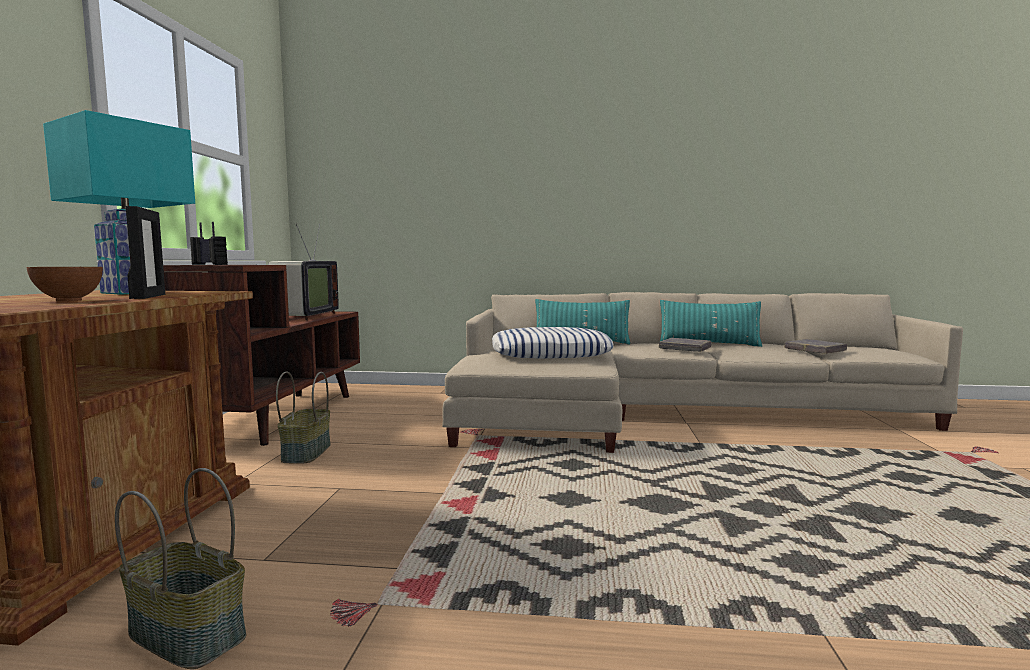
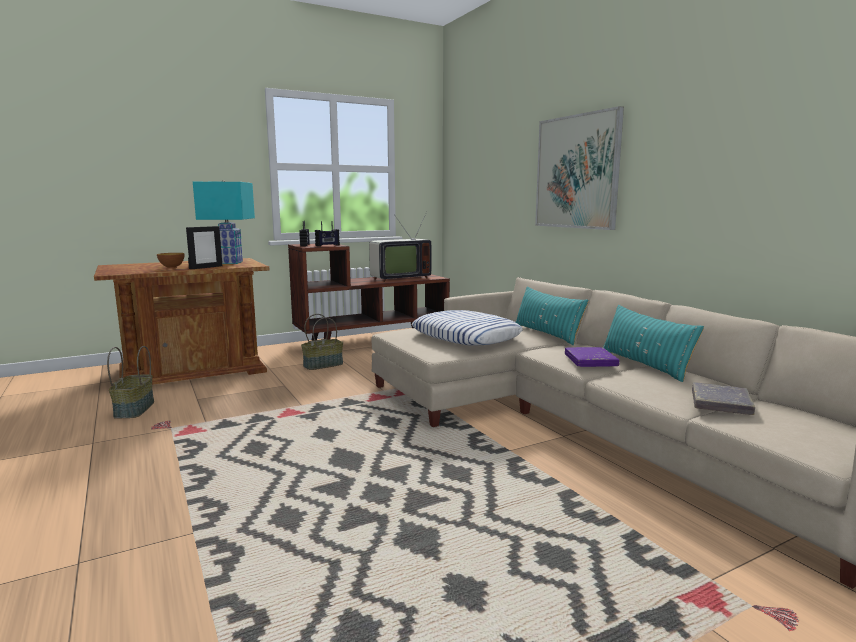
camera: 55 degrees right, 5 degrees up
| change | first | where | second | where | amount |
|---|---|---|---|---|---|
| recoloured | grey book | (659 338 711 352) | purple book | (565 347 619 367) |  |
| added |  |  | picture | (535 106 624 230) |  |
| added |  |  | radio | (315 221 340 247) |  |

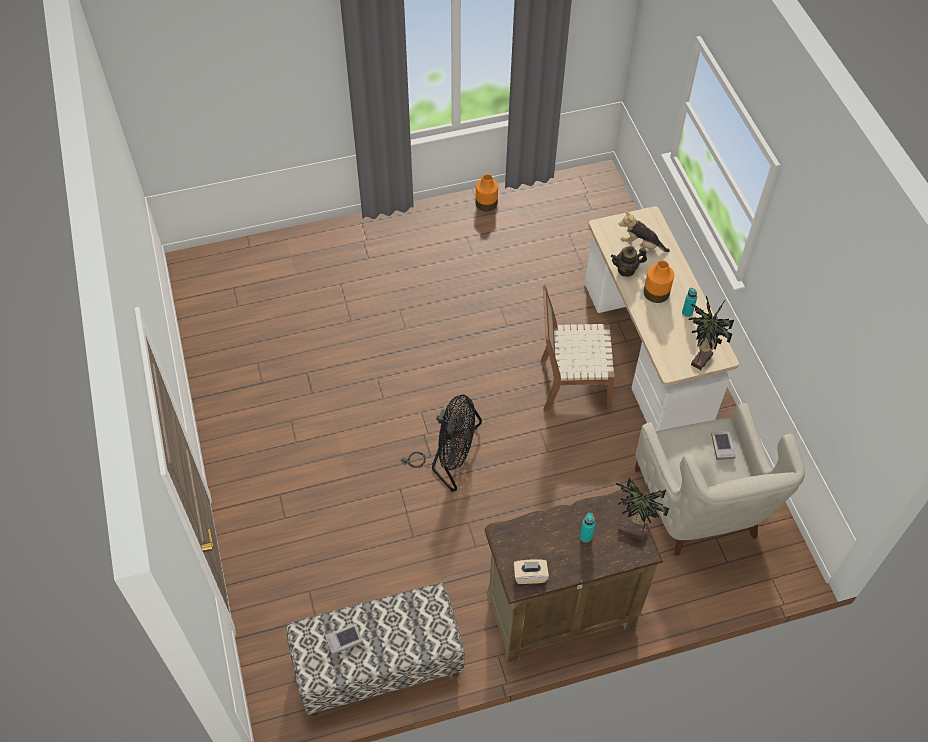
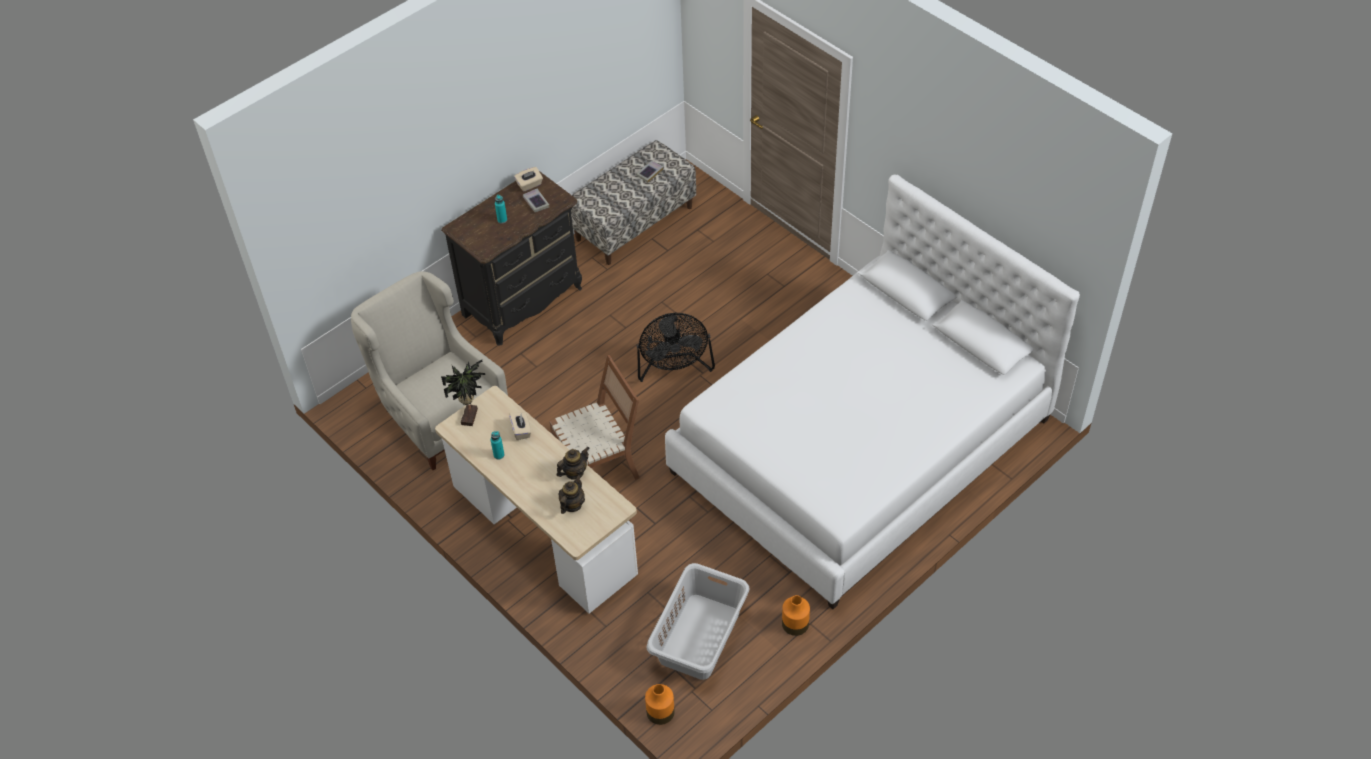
camera: 155 degrees right, 5 degrees down
| change | first | where | second | where | amount |
|---|---|---|---|---|---|
| replaced | plush toy | (619 211 670 252) | teapot | (558 475 585 514) |  |
| moved | orange vase | (643 260 674 303) |  | (645 684 675 725) |  |
| turned | black fan | (400 395 482 493) |  | (636 313 715 382) | 90 degrees counterclockwise |
| moved | book | (711 432 736 460) |  | (523 189 549 212) |  |
| removed | potted plant | (616 477 669 541) |  |  |  |
| recoloured | beige dresser | (485 490 663 663) | black dresser | (441 171 582 346) |  |
| added |  |  | white bed | (665 174 1080 609) |  |
| added |  |  | beige tissue box | (509 412 531 440) |  |
| added |  |  | grey laundry basket | (646 563 750 680) |  |

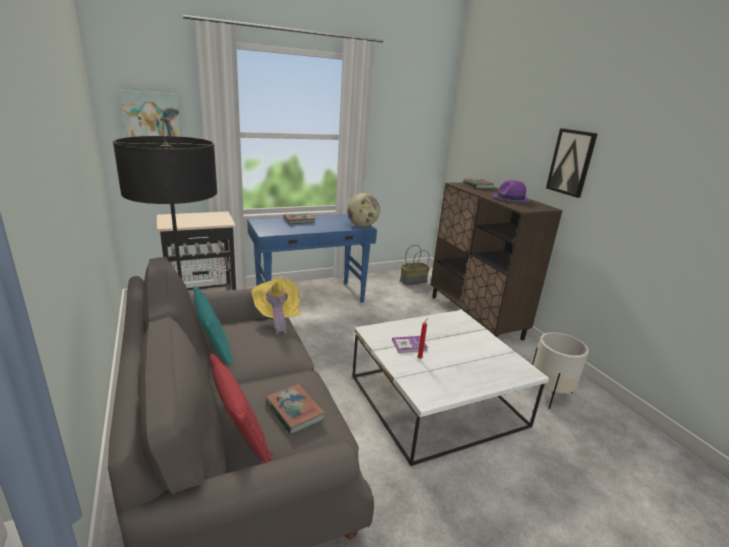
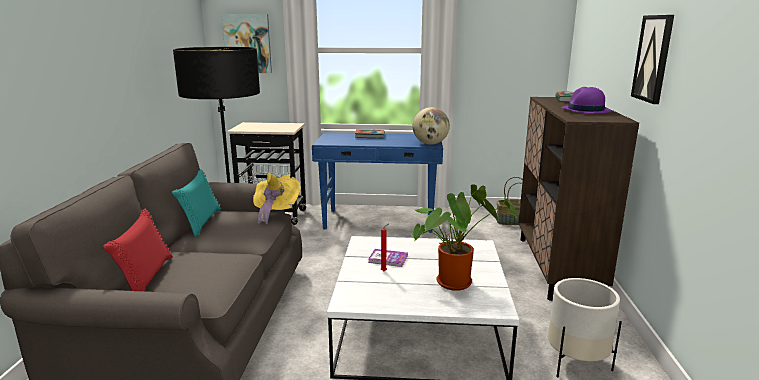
camera: 30 degrees right, 5 degrees down
| change | first | where | second | where | amount |
|---|---|---|---|---|---|
| removed | book | (265 384 326 435) |  |  |  |
| added |  |  | potted plant | (409 184 517 291) |  |

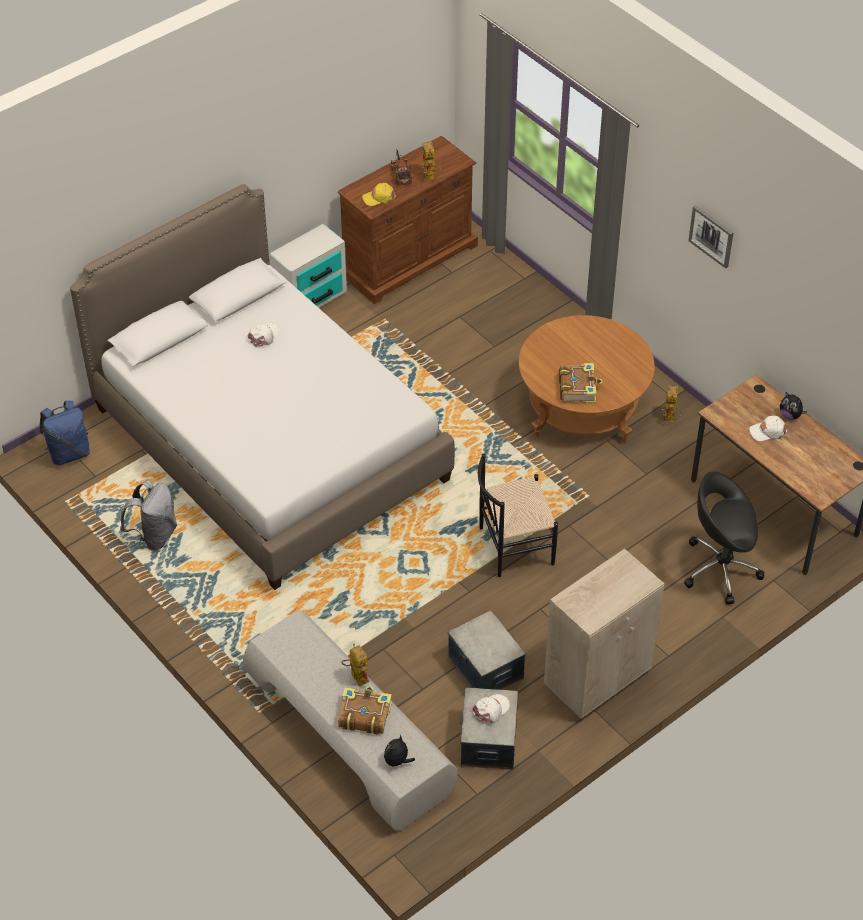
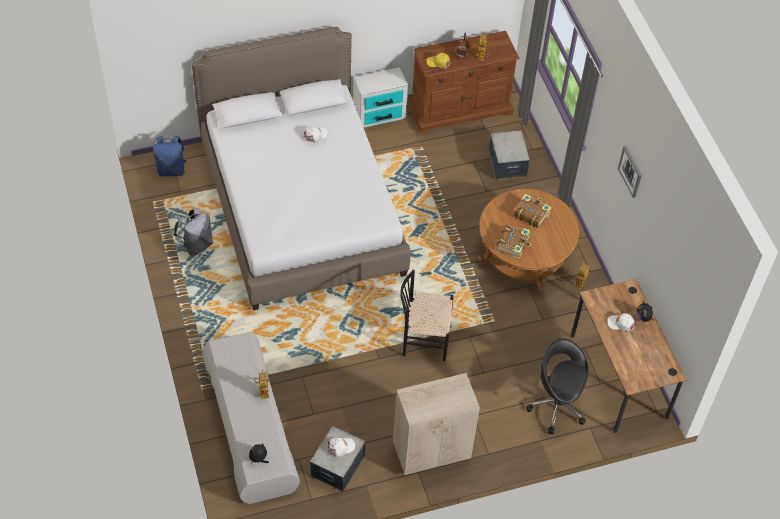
camera: 20 degrees right, 5 degrees up
| change | first | where | second | where | amount |
|---|---|---|---|---|---|
| moved | storage box | (448 611 526 690) |  | (489 130 530 181) |  |
| moved | book | (338 686 392 735) |  | (513 194 552 228) |  |

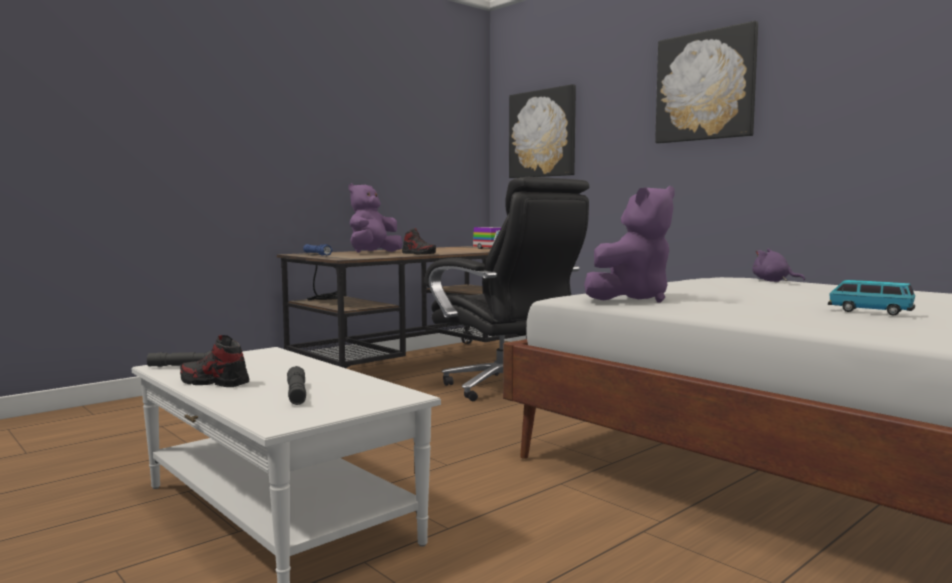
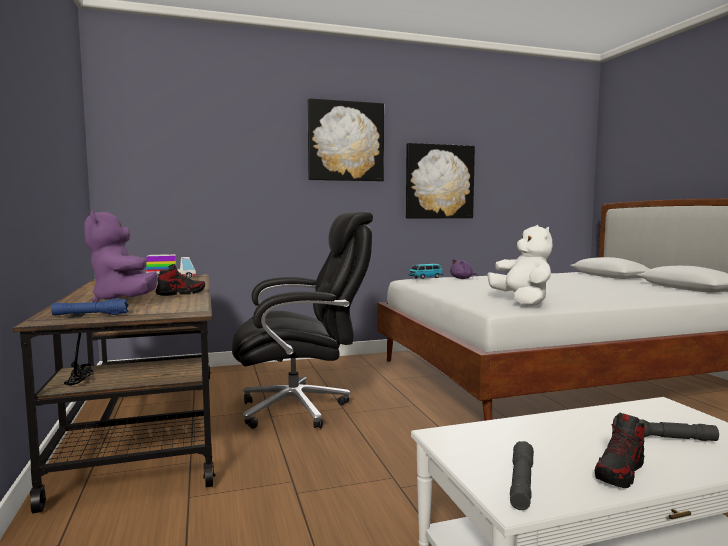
camera: 65 degrees left, 0 degrees up
| change | first | where | second | where | amount |
|---|---|---|---|---|---|
| moved | picture | (509 84 576 178) |  | (406 143 475 218) |  |
| recoloured | purple plush toy | (584 186 675 303) | white plush toy | (487 225 553 306) |  |
| moved | toy car | (828 280 915 315) |  | (408 264 443 279) |  |

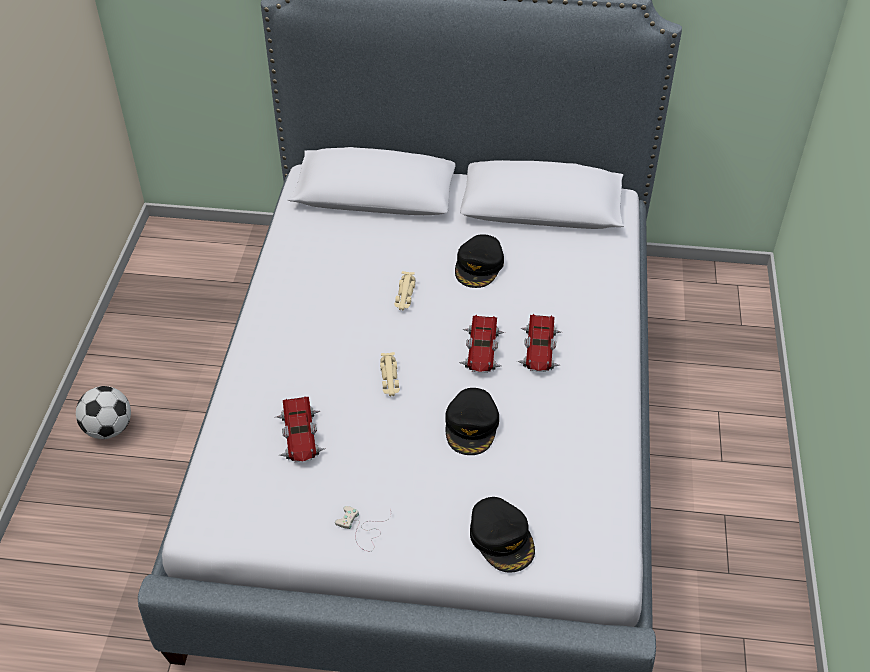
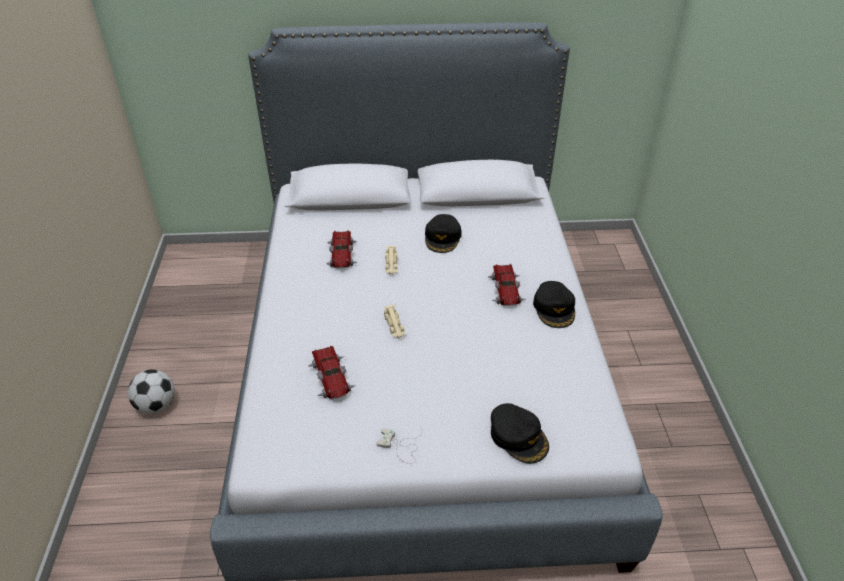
camera: 10 degrees left, 5 degrees down
| change | first | where | second | where | amount |
|---|---|---|---|---|---|
| moved | toy car | (459 315 505 373) |  | (326 230 357 269) |  |
| moved | black cap | (445 388 499 455) |  | (533 281 575 328) |  |

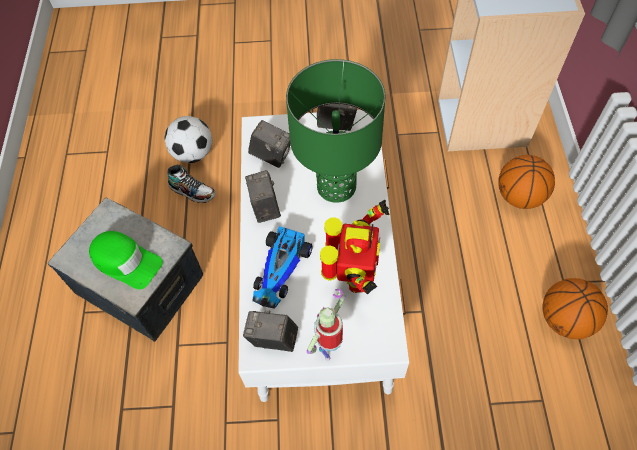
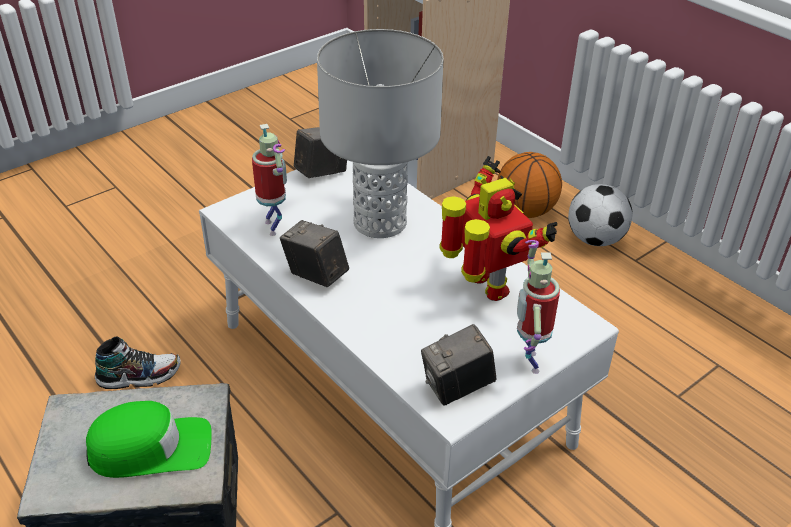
camera: 40 degrees left, 20 degrees down
| change | first | where | second | where | amount |
|---|---|---|---|---|---|
| recoloured | green table lamp | (286 59 386 203) | white table lamp | (317 29 444 238) |  |
| moved | football | (164 116 212 163) |  | (568 184 633 246) |  |
| replaced | photo camera | (248 120 291 168) | toy robot | (252 124 287 236) |  |
| removed | toy car | (252 226 313 309) |  |  |  |
| removed | basketball | (542 278 608 339) |  |  |  |

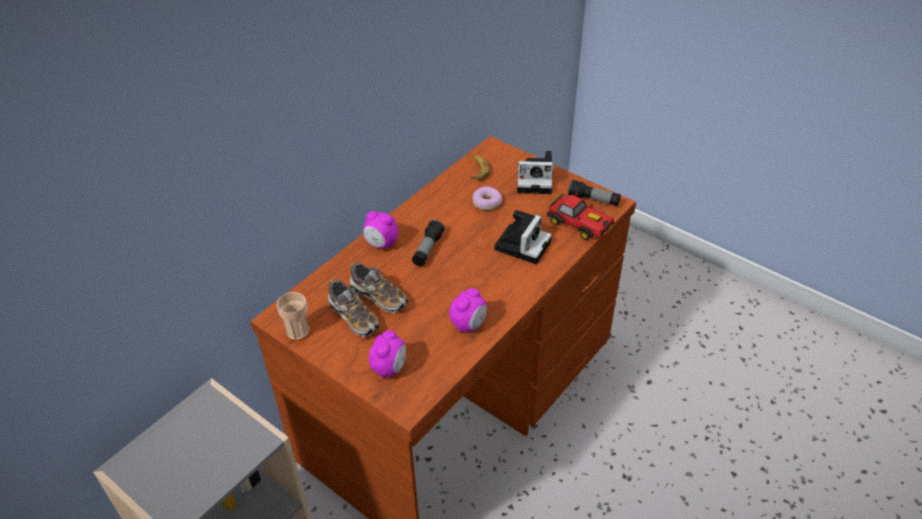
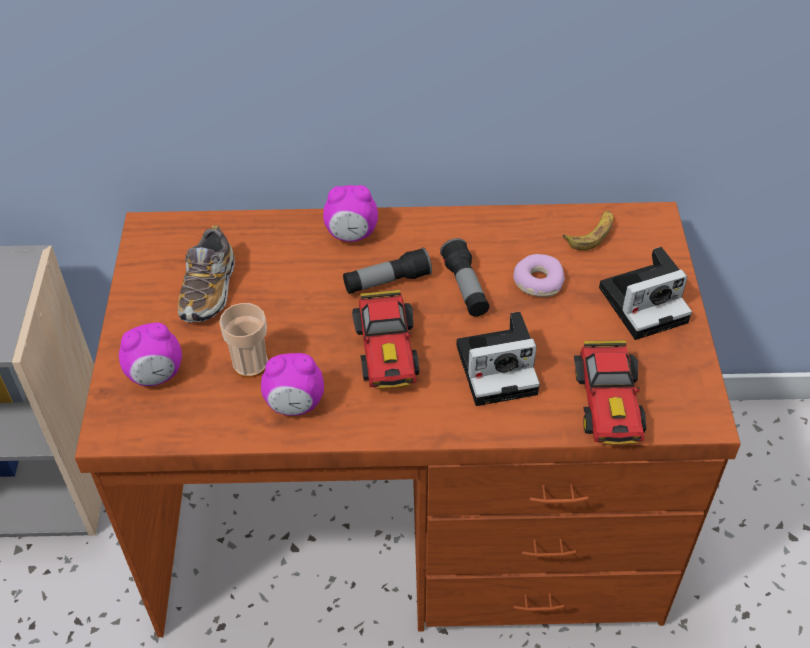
camera: 50 degrees right, 5 degrees up
| change | first | where | second | where | amount |
|---|---|---|---|---|---|
| turned | photo camera | (517 151 553 194) |  | (599 247 692 340) | 75 degrees counterclockwise |
| moved | flashlight | (568 180 621 206) |  | (440 238 490 317) |  |
| turned | alarm clock | (363 211 398 248) |  | (323 185 378 242) | 75 degrees counterclockwise |
| removed | shoe | (350 263 408 313) |  |  |  |
| moved | cup | (277 292 310 341) |  | (219 303 268 378) |  |
| added |  |  | toy car | (352 290 420 389) |  |

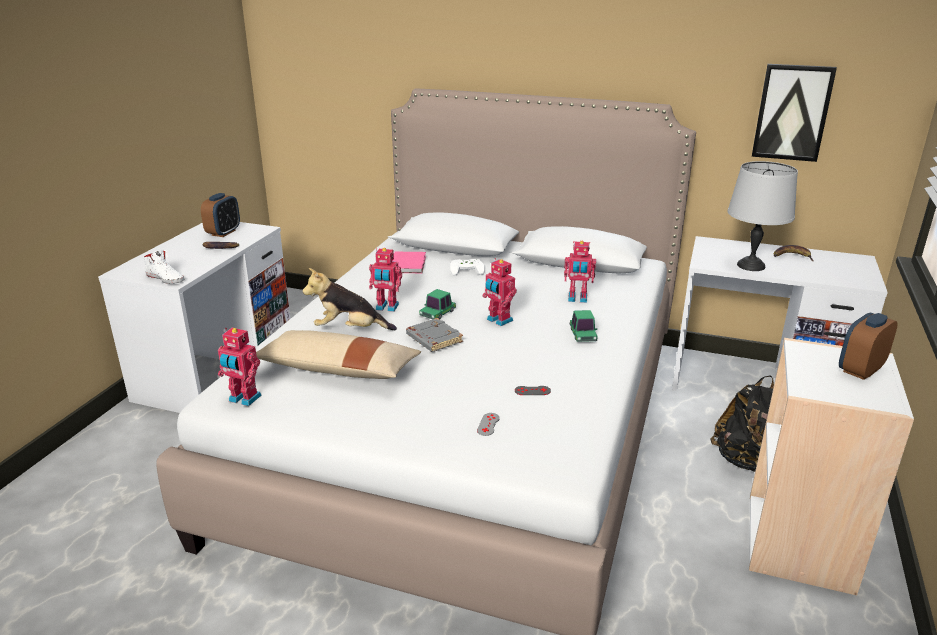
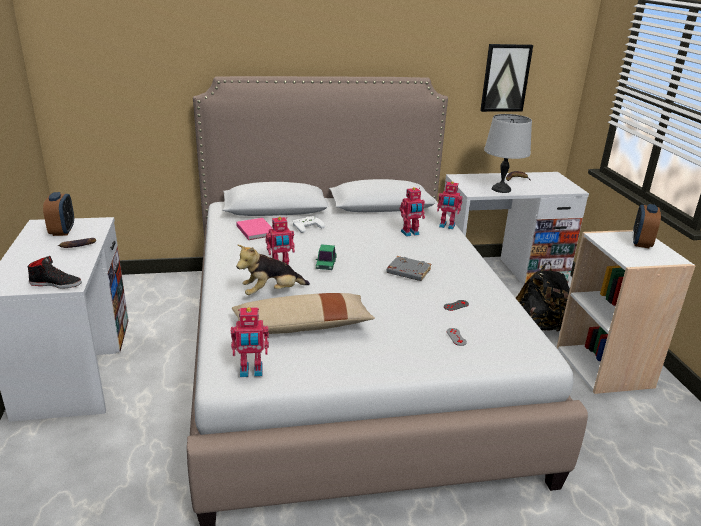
camera: 30 degrees left, 0 degrees up
| change | first | where | second | where | amount |
|---|---|---|---|---|---|
| recoloured | white shoe | (143 250 184 284) | black shoe | (27 256 82 289) |  |
| moved | toy robot | (483 258 517 326) |  | (437 181 462 229) |  |
| removed | toy car | (570 310 598 342) |  |  |  |
| moved | grey book | (406 318 463 352) |  | (386 256 431 281) |  |

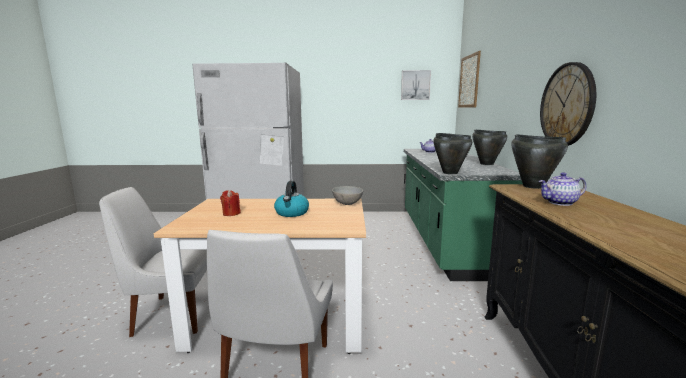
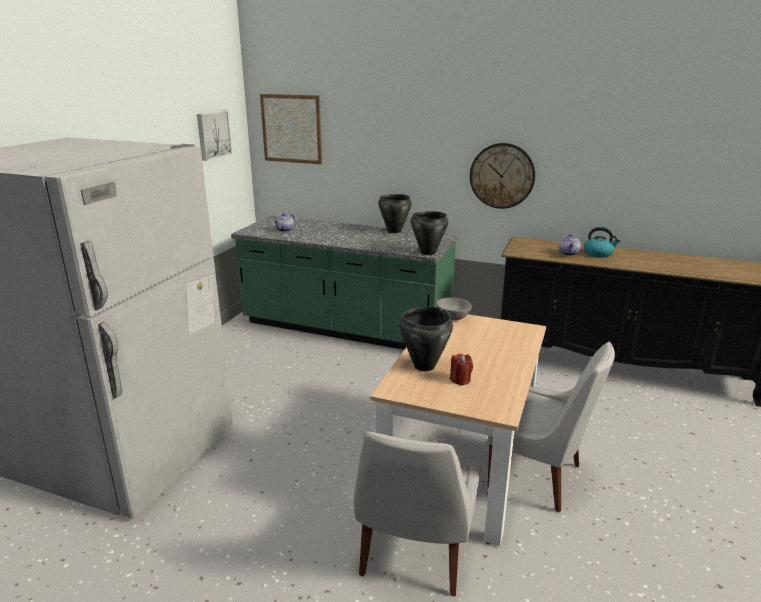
camera: 70 degrees left, 10 degrees up
| change | first | where | second | where | amount |
|---|---|---|---|---|---|
| moved | black cooking pot | (511 134 568 189) |  | (399 307 453 371) |  |
| moved | kettle | (274 181 309 217) |  | (584 227 621 257) |  |

